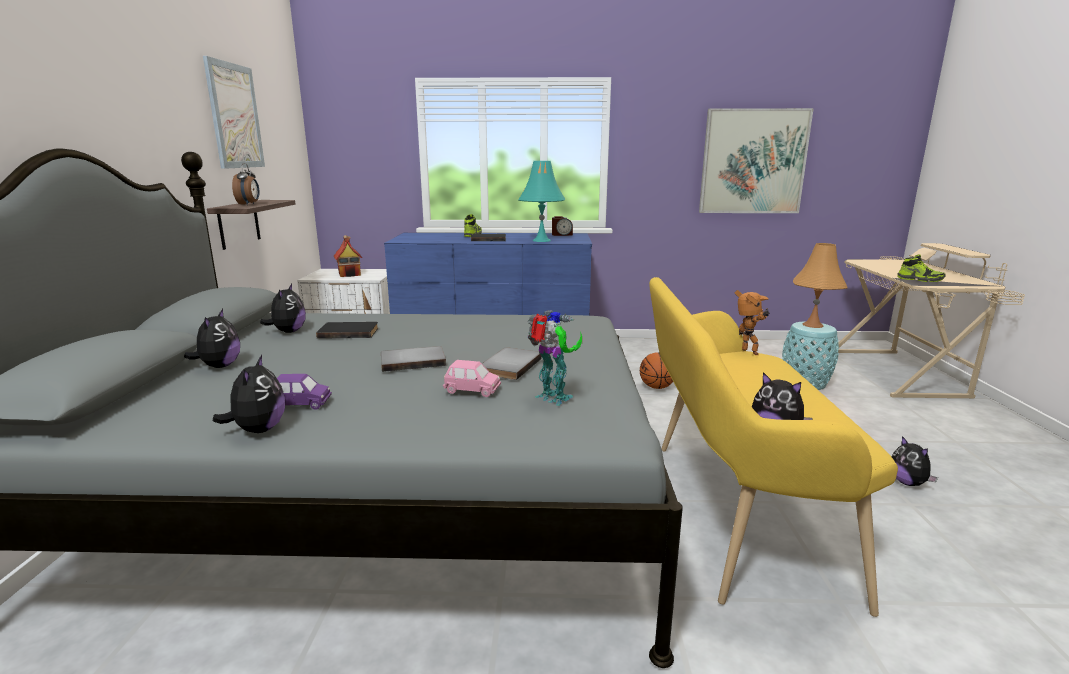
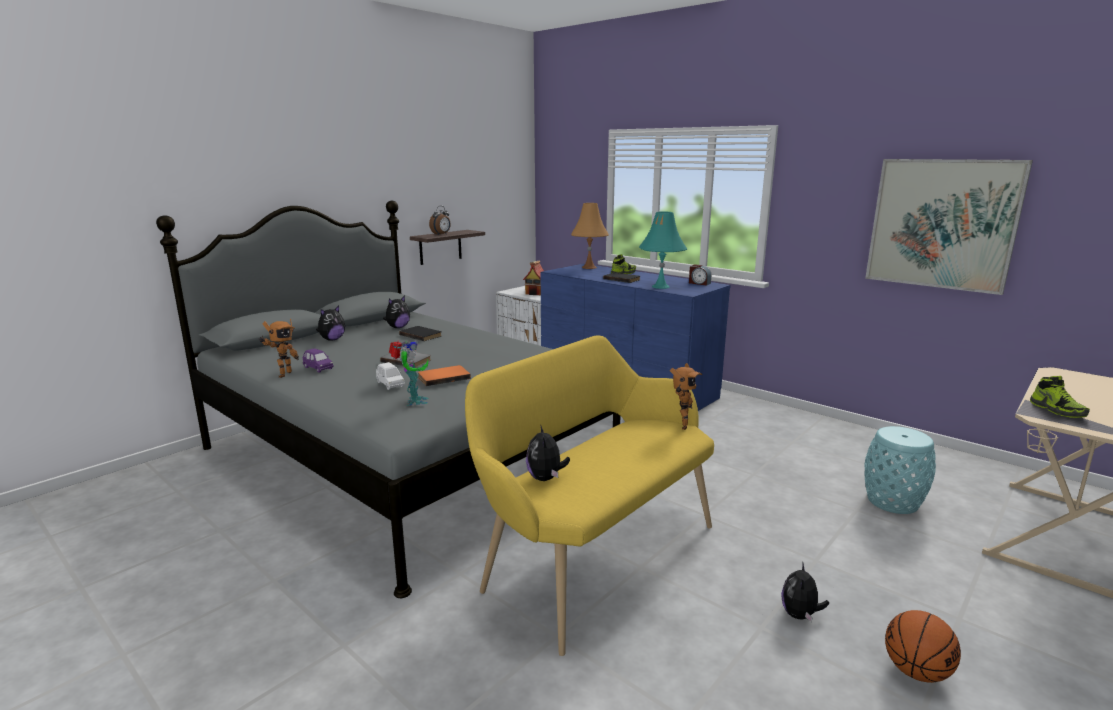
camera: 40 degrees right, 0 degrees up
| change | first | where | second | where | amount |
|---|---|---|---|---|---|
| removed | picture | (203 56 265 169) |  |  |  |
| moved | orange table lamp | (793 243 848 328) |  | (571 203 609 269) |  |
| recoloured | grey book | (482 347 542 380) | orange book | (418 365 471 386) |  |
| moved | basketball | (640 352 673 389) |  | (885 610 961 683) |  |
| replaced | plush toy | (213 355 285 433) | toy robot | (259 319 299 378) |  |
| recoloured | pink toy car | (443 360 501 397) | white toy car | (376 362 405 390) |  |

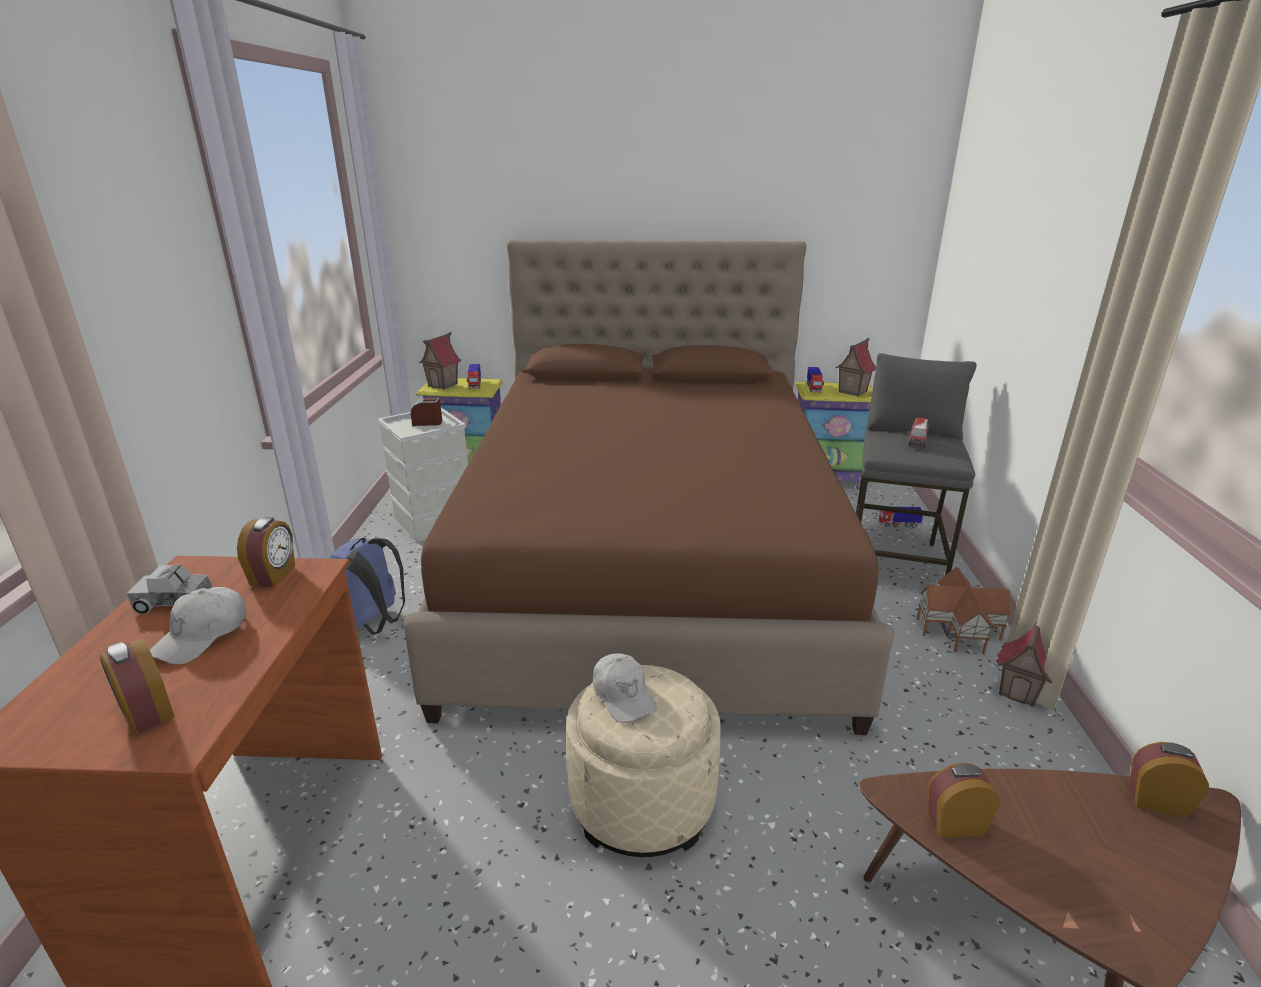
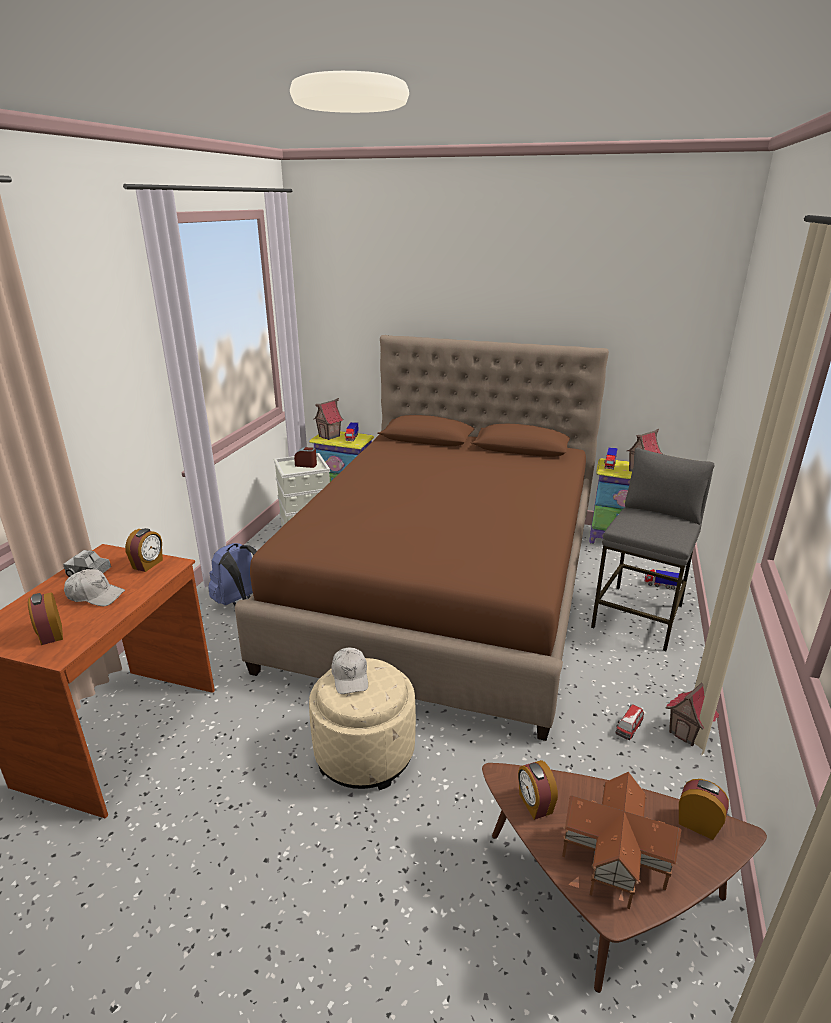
camera: 15 degrees right, 0 degrees up
| change | first | where | second | where | amount |
|---|---|---|---|---|---|
| moved | toy car | (908 417 929 448) |  | (615 704 644 740) |  |
| moved | toy house | (917 567 1012 654) |  | (562 772 681 909) |  |
| turned | white cap | (150 587 246 665) |  | (64 569 125 606) | 120 degrees counterclockwise |
| turned | alarm clock | (928 763 1000 838) |  | (518 760 558 820) | 120 degrees counterclockwise |

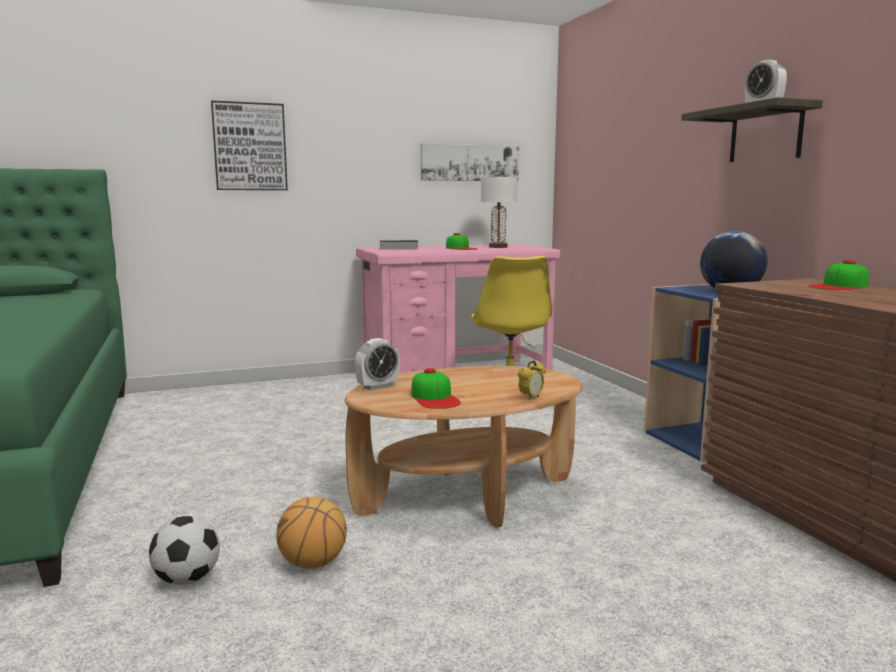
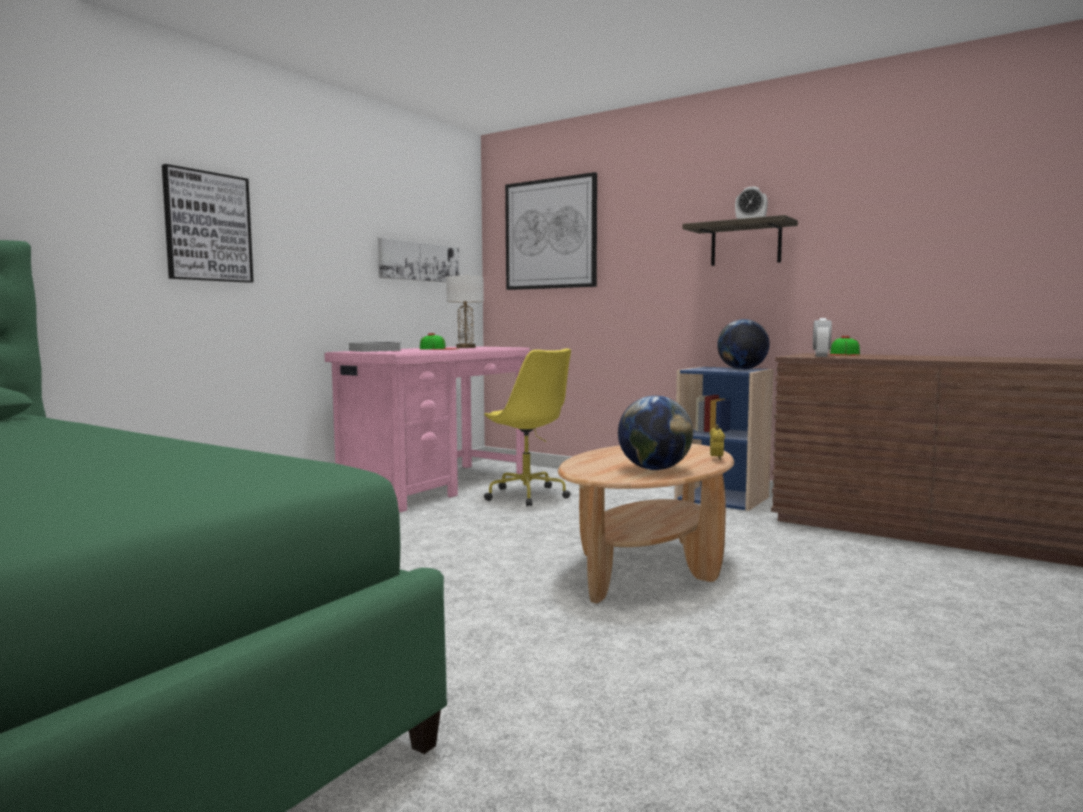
camera: 35 degrees left, 5 degrees down
| change | first | where | second | where | amount |
|---|---|---|---|---|---|
| moved | alarm clock | (355 338 400 390) |  | (813 318 832 357) |  |
| replaced | cap | (411 368 461 409) | globe | (618 396 693 470) |  |
| removed | basketball | (276 497 347 569) |  |  |  |
| removed | football | (149 516 220 585) |  |  |  |
| added |  |  | picture | (505 172 597 290) |  |

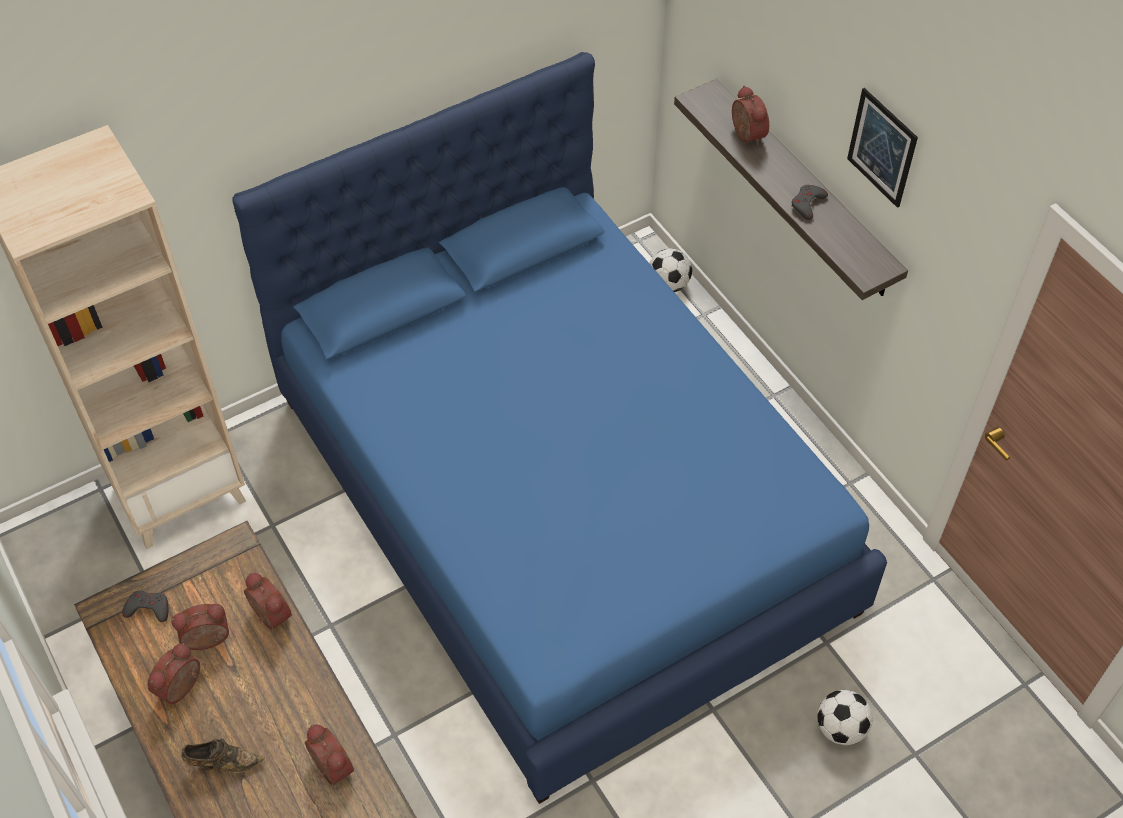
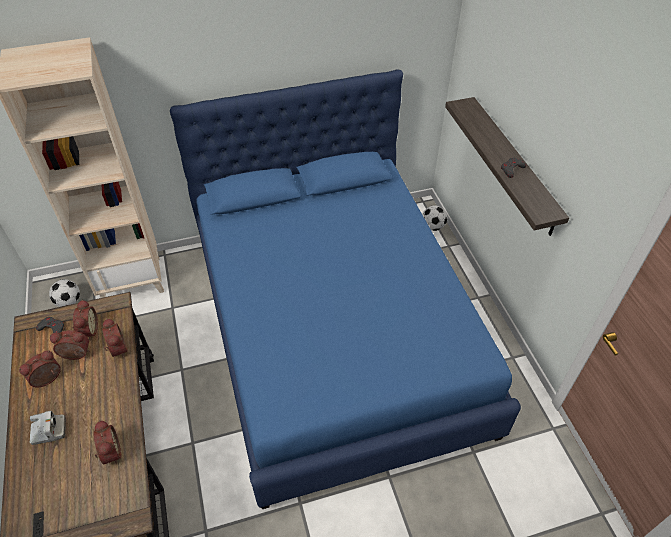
camera: 15 degrees right, 5 degrees down
| change | first | where | second | where | amount |
|---|---|---|---|---|---|
| moved | alarm clock | (732 86 769 145) |  | (72 299 98 340) |  |
| removed | picture | (847 88 918 208) |  |  |  |
| moved | football | (817 690 873 745) |  | (49 279 80 307) |  |
| replaced | brown shoe | (181 739 264 773) | photo camera | (30 411 66 445) |  |

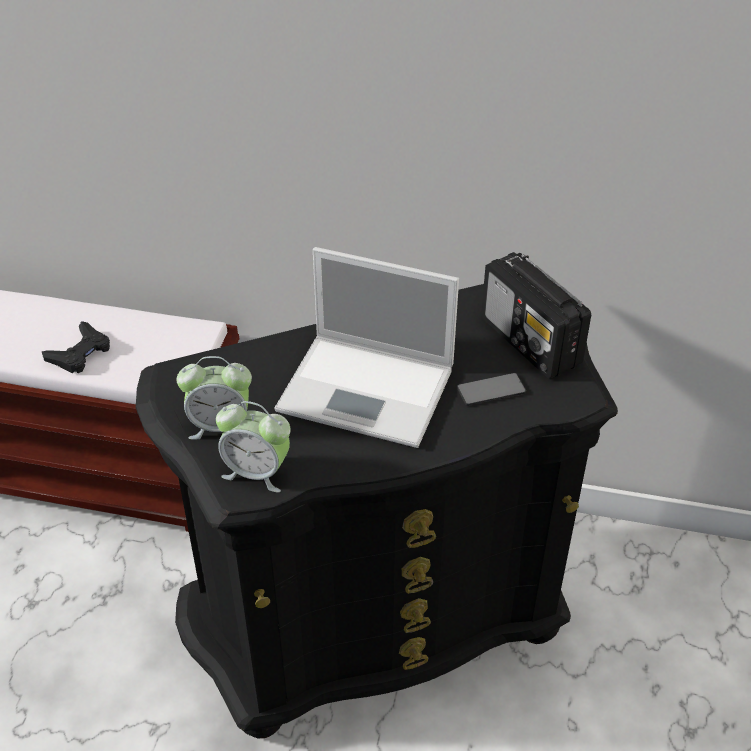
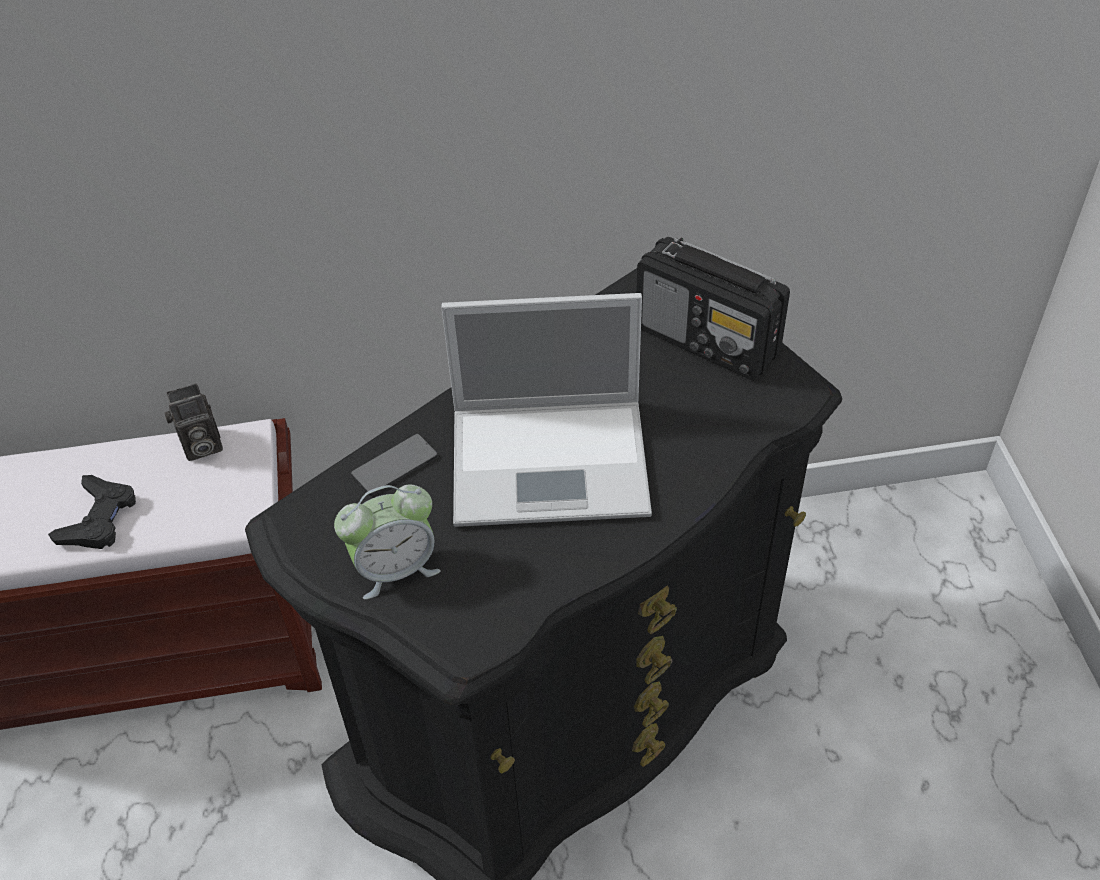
camera: 20 degrees left, 5 degrees up
| change | first | where | second | where | amount |
|---|---|---|---|---|---|
| moved | phone | (457 373 526 406) |  | (351 434 438 496) |  |
| removed | alarm clock | (216 401 291 492) |  |  |  |
| added |  |  | photo camera | (164 383 223 461) |  |

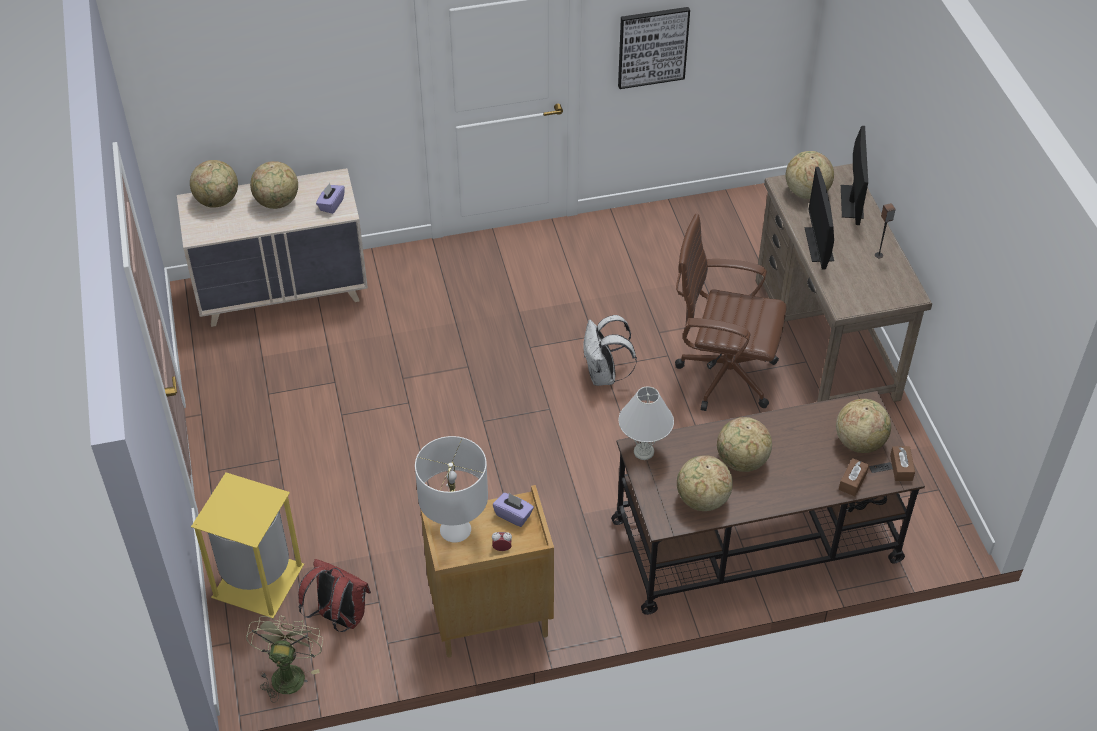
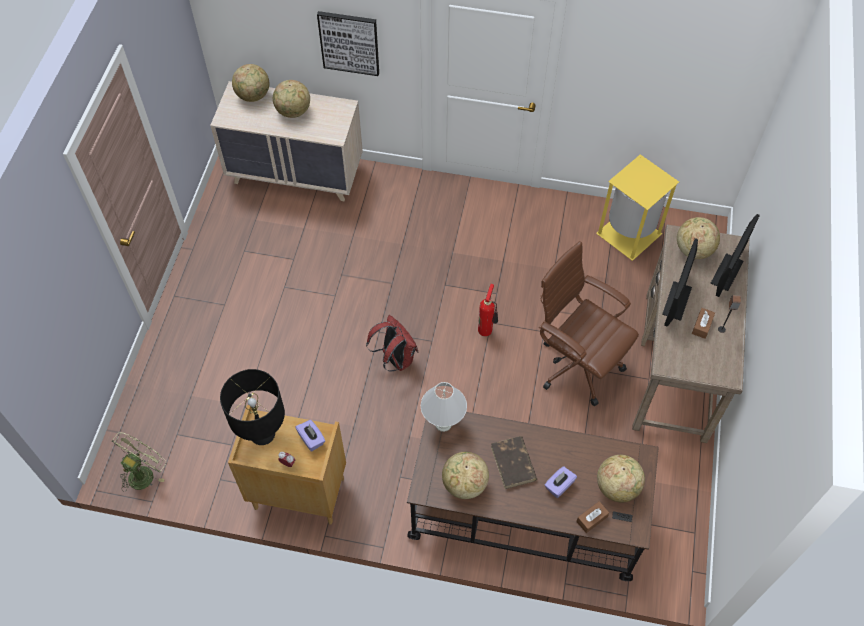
camera: 25 degrees right, 10 degrees up
| change | first | where | second | where | amount |
|---|---|---|---|---|---|
| moved | picture | (618 7 690 89) |  | (317 11 379 76) |  |
| moved | purple tissue box | (316 183 345 214) |  | (545 466 577 498) |  |
| replaced | white backpack | (583 315 637 386) | fire extinguisher | (478 284 498 336) |  |
| replaced | globe | (717 417 772 472) | brown book | (491 436 537 489) |  |
| recoloured | white table lamp | (415 436 488 543) | black table lamp | (220 369 285 445) |  |
| moved | brown tissue box | (890 446 915 481) |  | (692 308 715 339) |  |
| moved | yellow trash can | (191 472 304 618) |  | (596 154 679 261) |  |
| moved | red backpack | (298 559 371 632) |  | (366 315 418 372) |  |

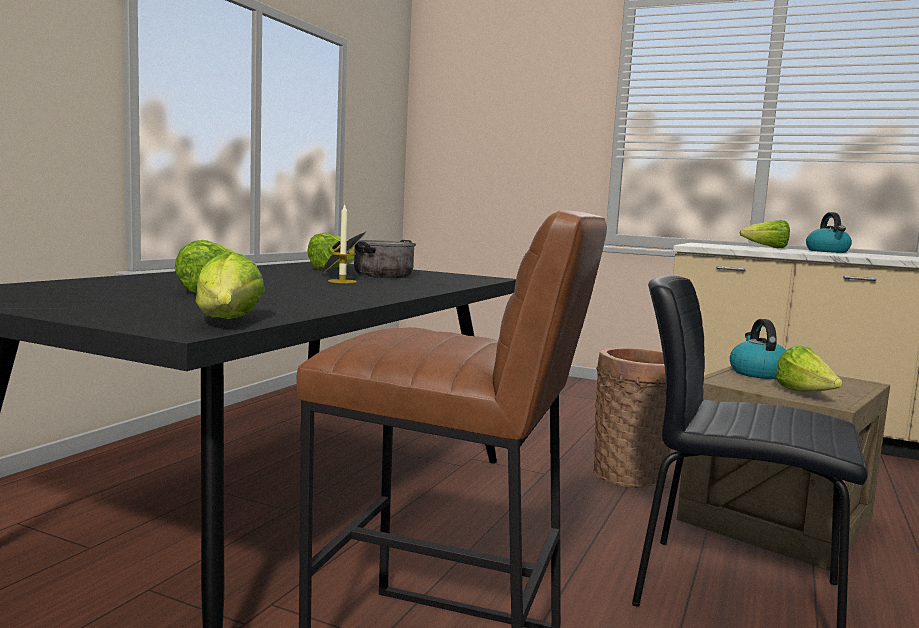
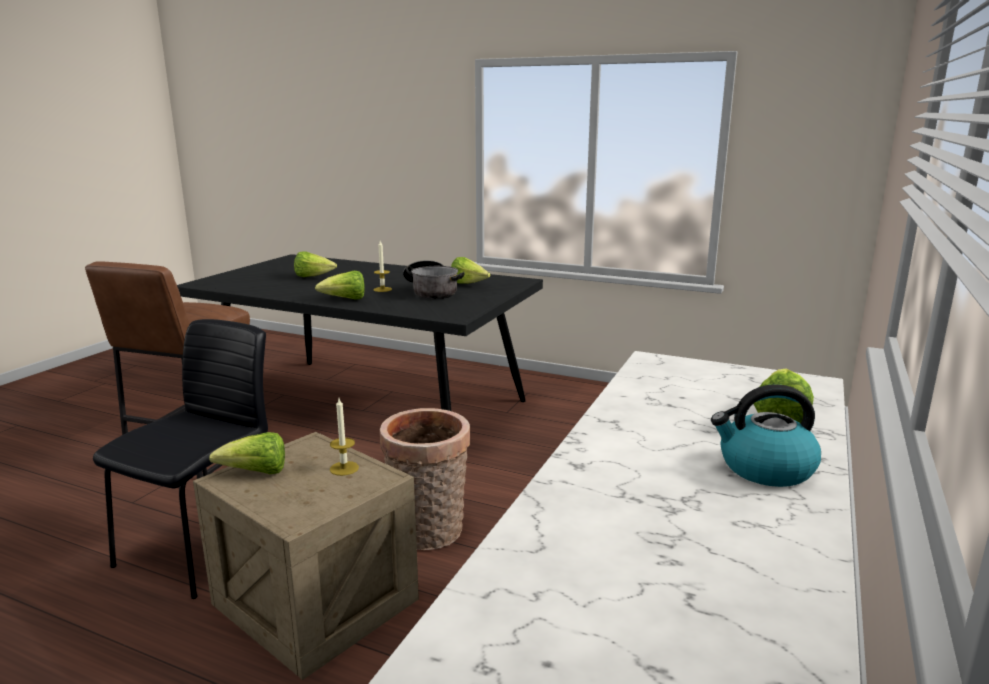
camera: 90 degrees right, 10 degrees up
| change | first | where | second | where | amount |
|---|---|---|---|---|---|
| moved | lettuce | (196 252 265 319) |  | (315 271 365 300) |  |
| replaced | kettle | (730 319 786 379) | candle | (330 398 359 476) |  |

